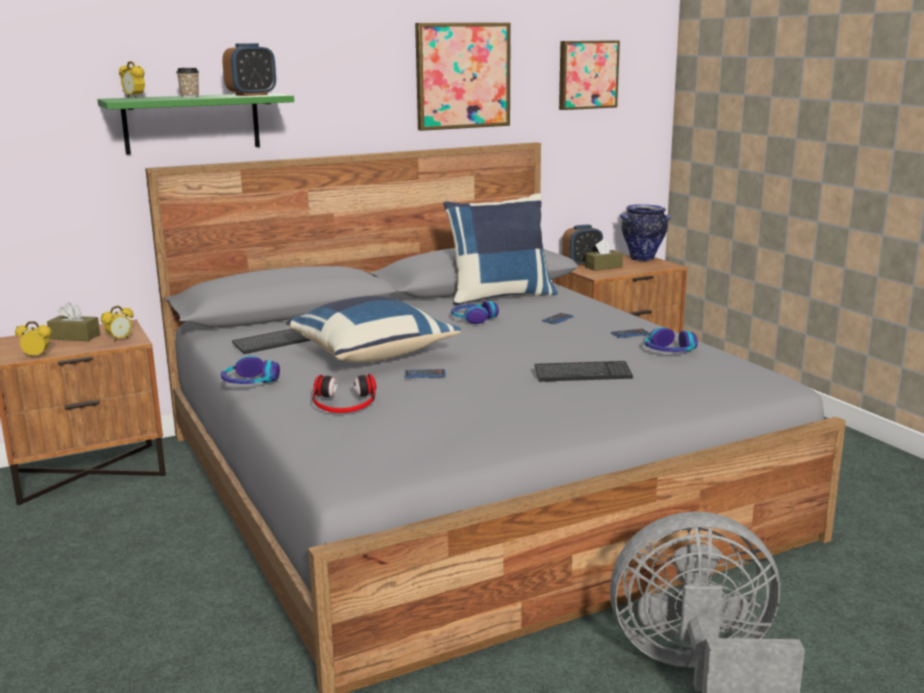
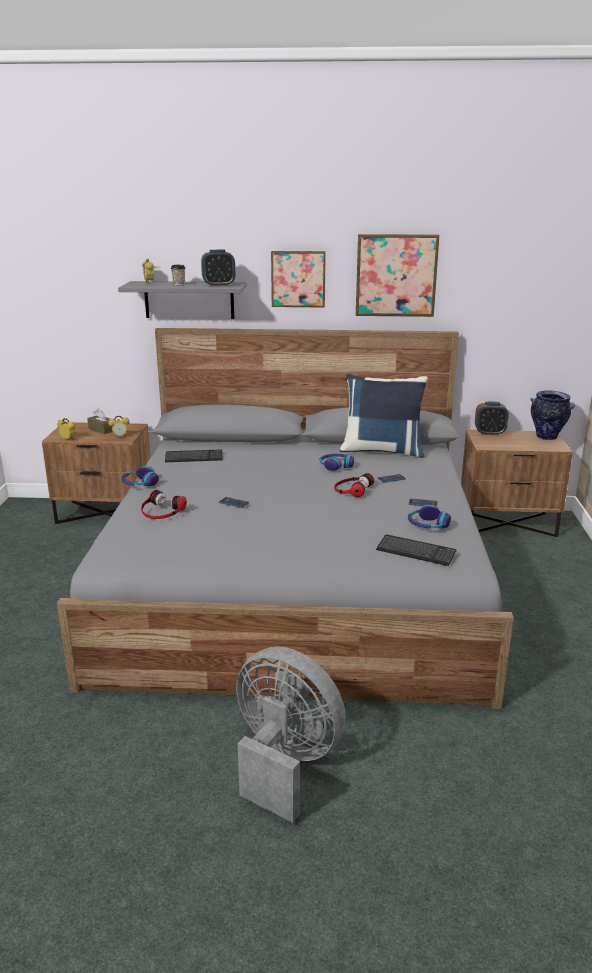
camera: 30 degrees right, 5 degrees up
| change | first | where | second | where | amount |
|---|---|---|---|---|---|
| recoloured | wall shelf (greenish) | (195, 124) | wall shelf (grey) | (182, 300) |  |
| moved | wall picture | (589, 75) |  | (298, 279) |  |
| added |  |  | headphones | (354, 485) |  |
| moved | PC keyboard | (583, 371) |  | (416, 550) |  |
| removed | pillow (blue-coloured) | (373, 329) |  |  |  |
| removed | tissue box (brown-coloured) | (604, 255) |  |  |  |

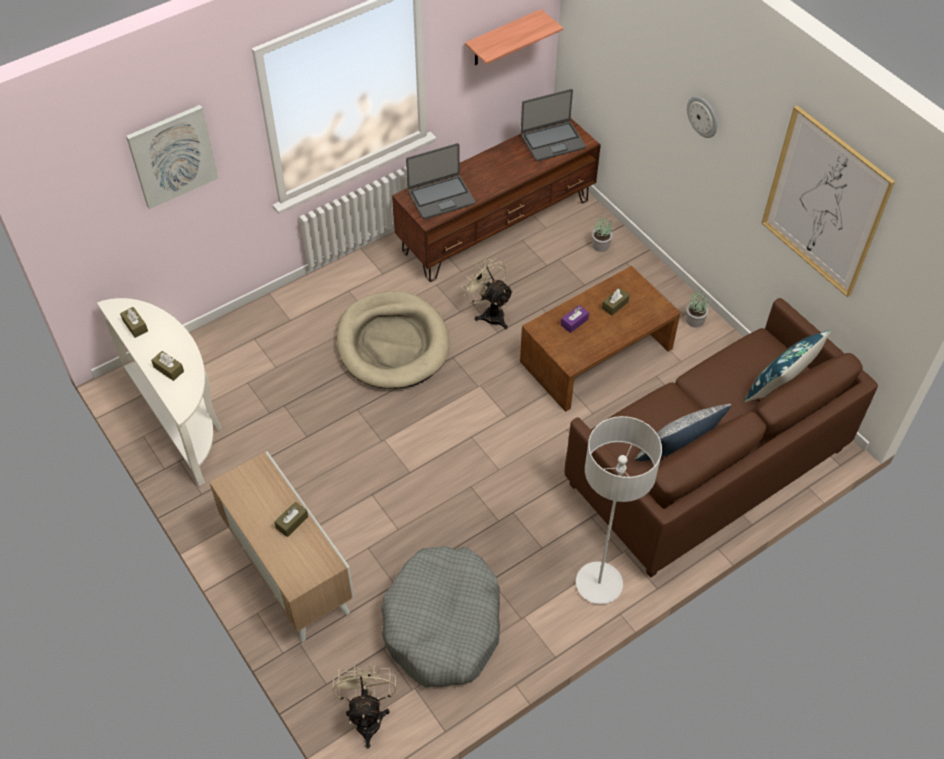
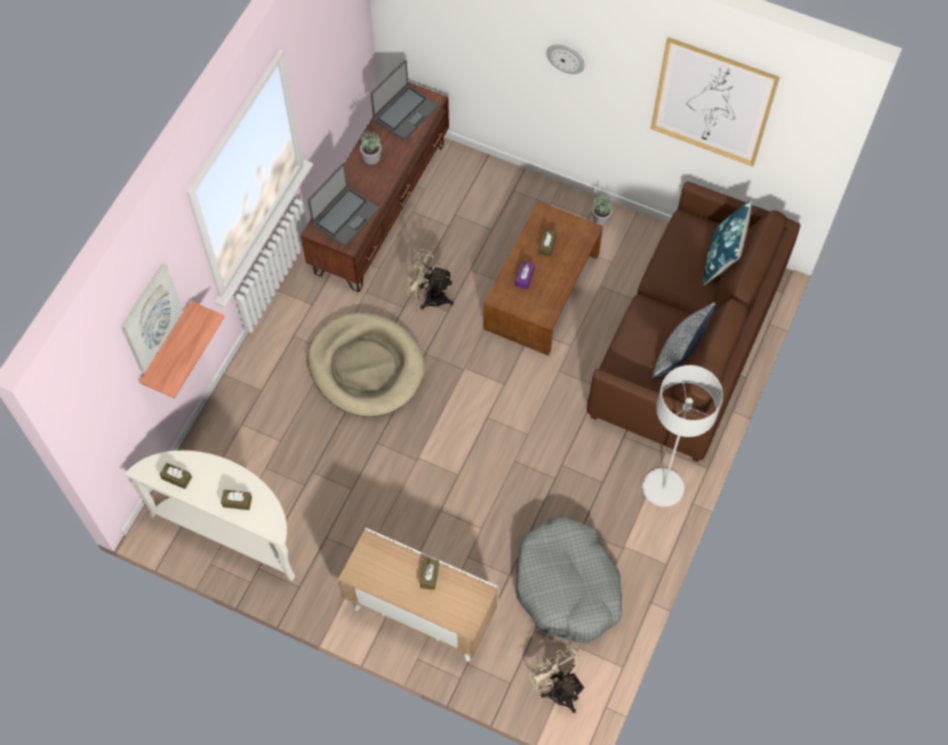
camera: 30 degrees left, 10 degrees up
| change | first | where | second | where | amount |
|---|---|---|---|---|---|
| moved | wall shelf | (514, 37) |  | (182, 349) |  |
| moved | houseplant | (602, 234) |  | (371, 147) |  |

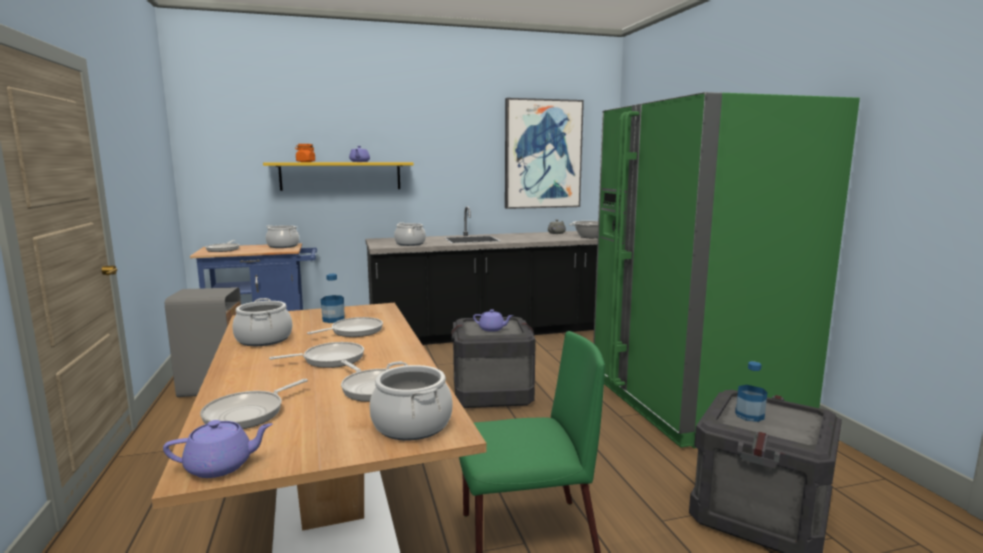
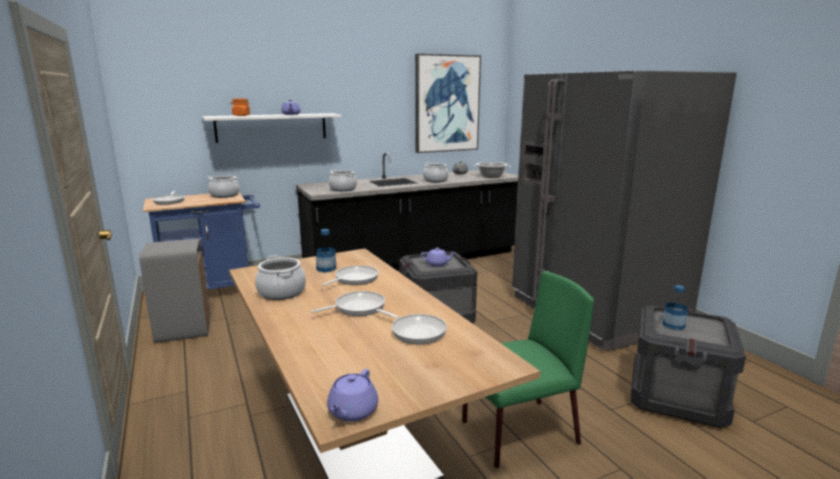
camera: 10 degrees left, 5 degrees up
| change | first | where | second | where | amount |
|---|---|---|---|---|---|
| recoloured | wall shelf (yellow) | (338, 176) | wall shelf (white) | (271, 128) |  |
| turned | teapot (purplish) | (217, 449) |  | (352, 395) | 135 degrees clockwise |
| moved | saucepot | (411, 400) |  | (436, 172) |  |
| recoloured | kitchen fridge (greenish) | (726, 270) | kitchen fridge (grey) | (624, 211) |  |
| removed | skillet | (254, 404) |  |  |  |

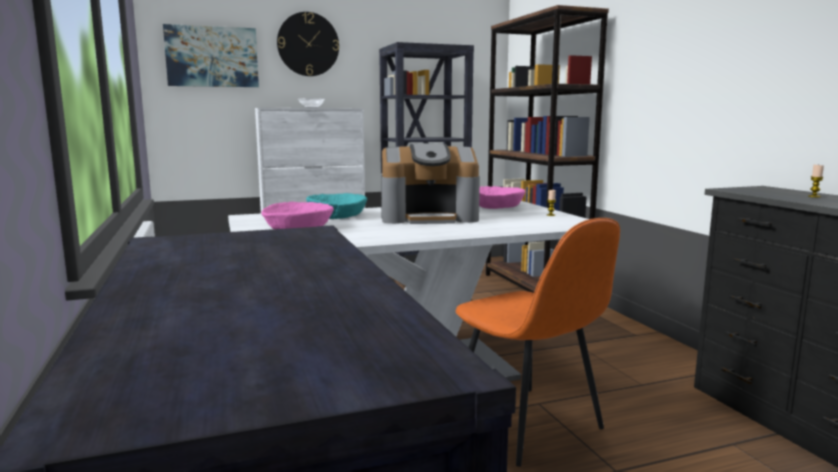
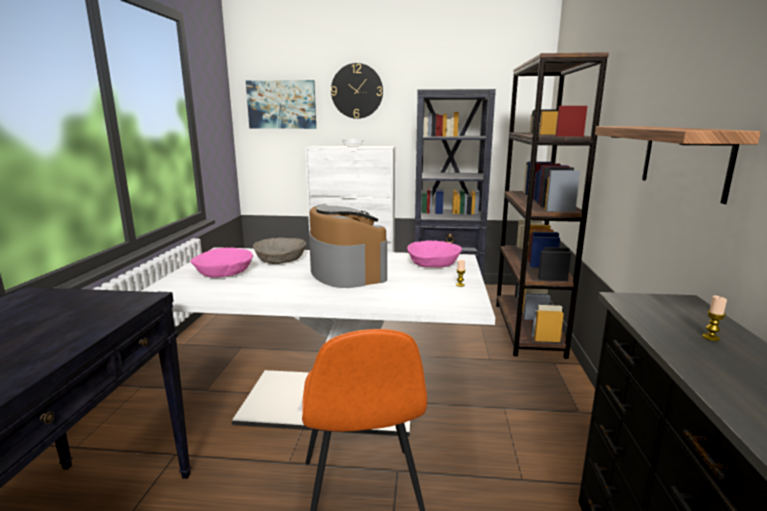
camera: 25 degrees right, 5 degrees up
| change | first | where | second | where | amount |
|---|---|---|---|---|---|
| recoloured | bowl (blue-green) | (336, 206) | bowl (sand-coloured) | (279, 251) |  |
| turned | coffee machine | (430, 183) |  | (348, 246) | 135 degrees counterclockwise |
| added |  |  | wall shelf | (678, 165) |  |

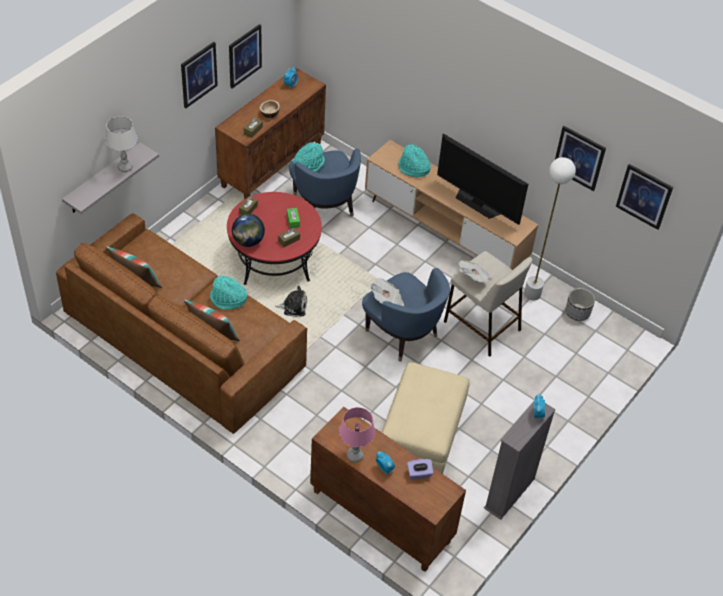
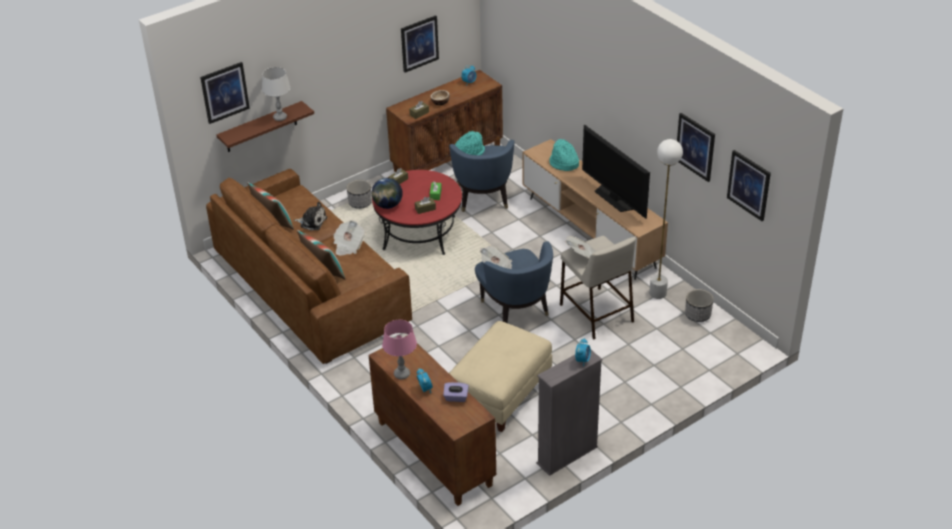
camera: 20 degrees right, 10 degrees down
| change | first | where | second | where | amount |
|---|---|---|---|---|---|
| moved | wall picture | (199, 75) |  | (225, 93) |  |
| recoloured | wall shelf (grey) | (110, 178) | wall shelf (brown-coloured) | (265, 126) |  |
| moved | plush toy | (291, 301) |  | (310, 216) |  |
| replaced | hat (blue-green) | (228, 293) | daily paper | (349, 237) |  |
| added |  |  | planter | (359, 194) |  |

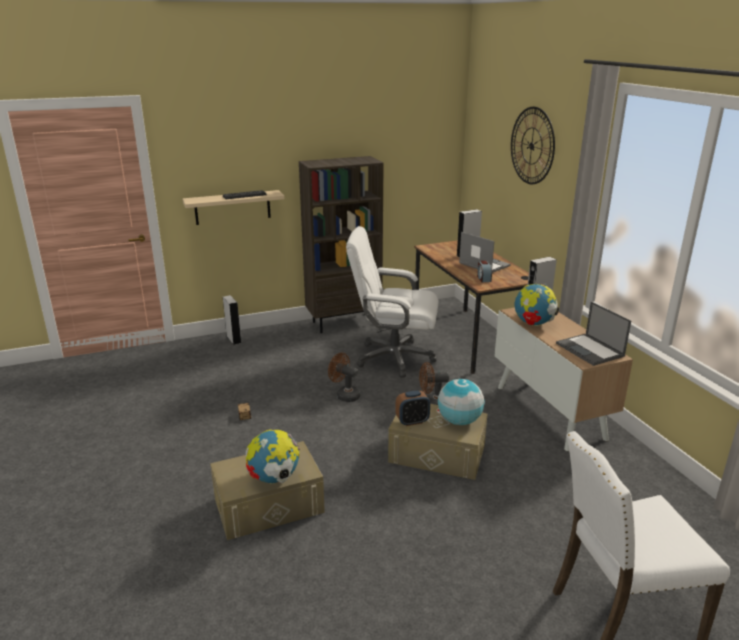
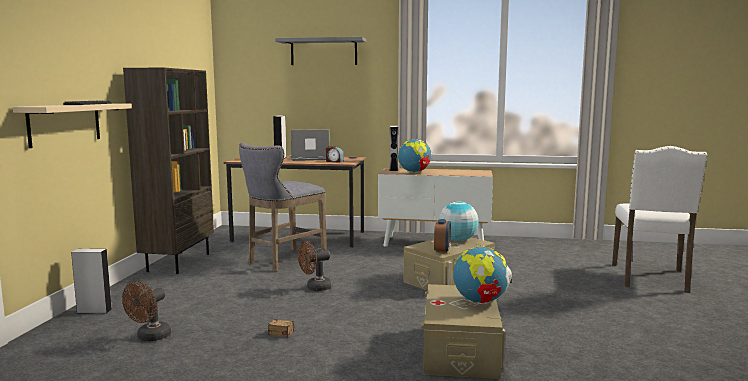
camera: 60 degrees left, 15 degrees down
| change | first | where | second | where | amount |
|---|---|---|---|---|---|
| moved | cooling fan (brown-coloured) | (434, 383) |  | (146, 311) |  |
| replaced | office chair (white) | (392, 302) | sitting stool (grey) | (283, 207) |  |
| replaced | hanging clock | (533, 145) | wall shelf (grey) | (320, 51) |  |
| removed | portable computer | (593, 333) |  |  |  |

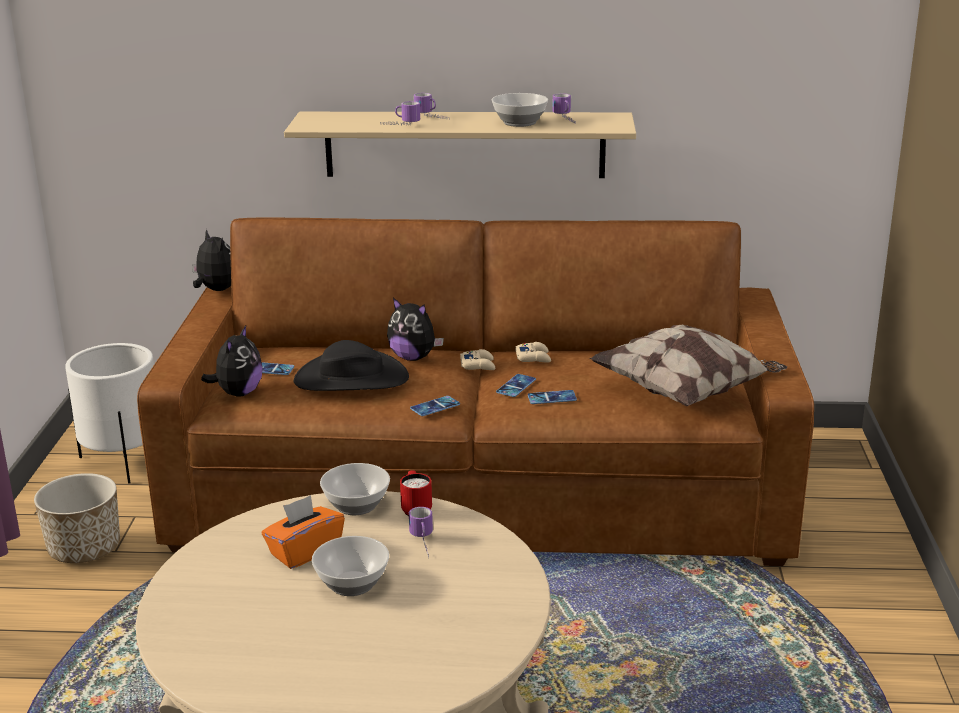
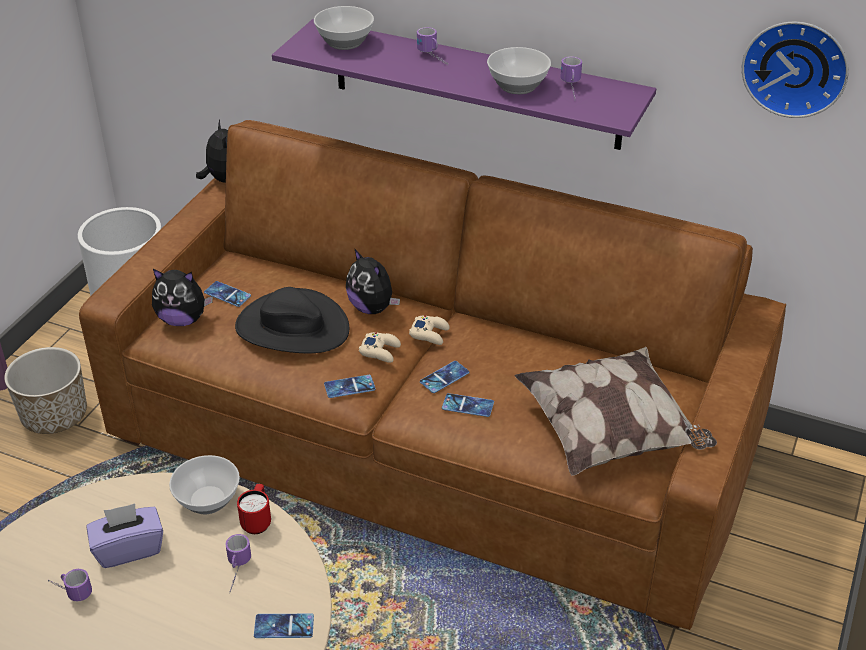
camera: 20 degrees right, 15 degrees up
| change | first | where | second | where | amount |
|---|---|---|---|---|---|
| moved | tea mug | (400, 113) |  | (70, 585) |  |
| recoloured | tissue box (orangey) | (303, 532) | tissue box (purplish) | (124, 535) |  |
| turned | plush toy | (232, 361) |  | (182, 297) | 60 degrees clockwise |
| added |  |  | phone | (284, 626) |  |
| recoloured | wall shelf (sand-coloured) | (460, 145) | wall shelf (purplish) | (464, 84) |  |
| moved | bowl | (350, 566) |  | (344, 28) |  |
| moved | joypad (sand-coloured) | (533, 352) |  | (380, 347) |  |
| added |  |  | hanging clock | (795, 69) |  |

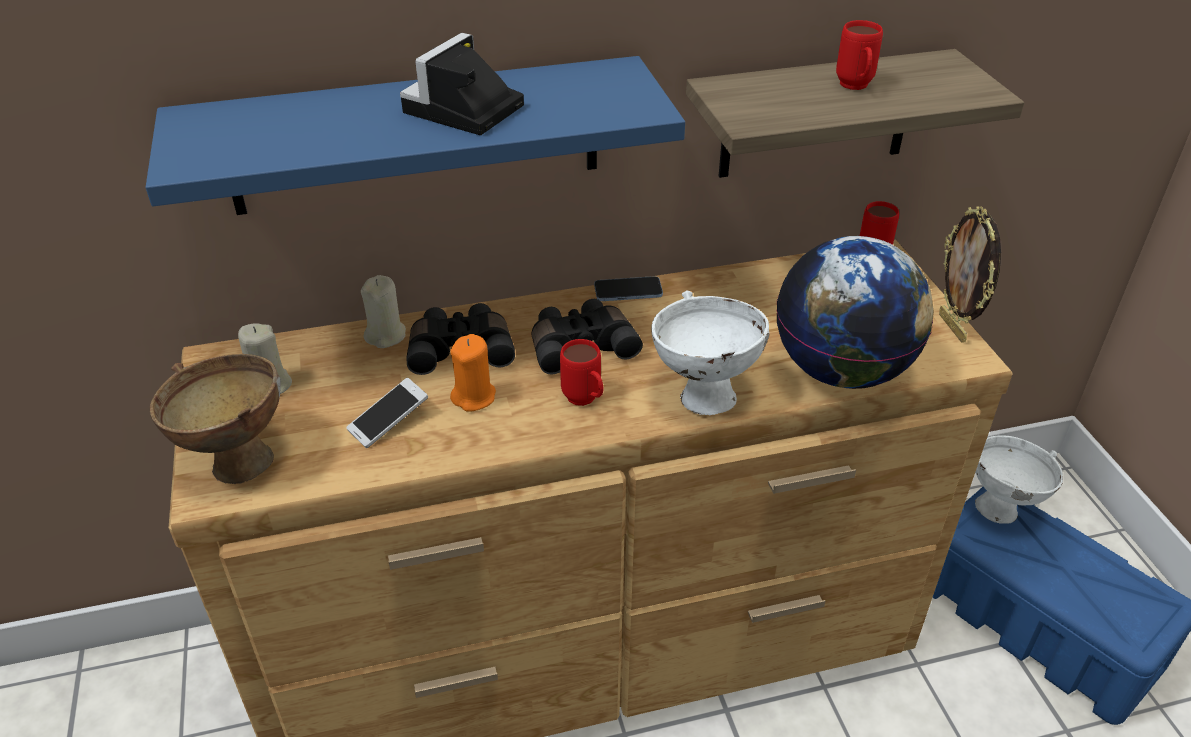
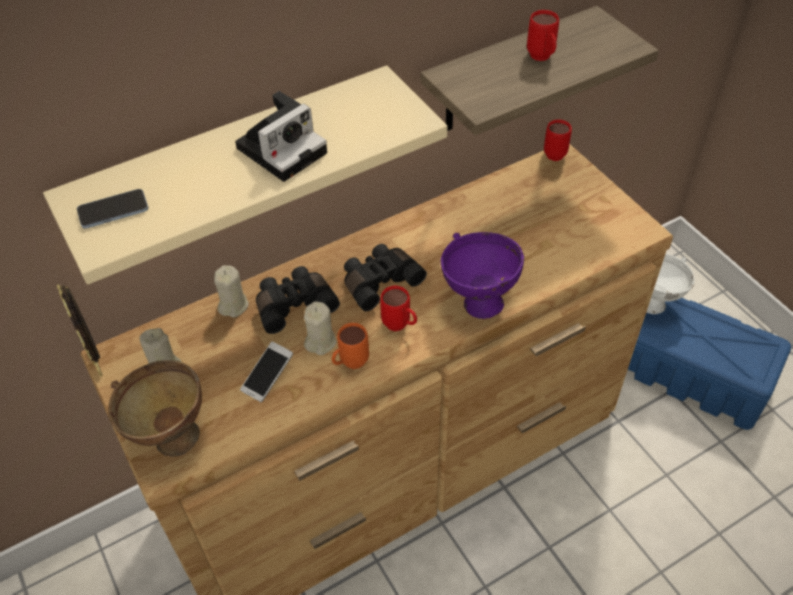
camera: 15 degrees left, 10 degrees up
| change | first | where | second | where | amount |
|---|---|---|---|---|---|
| recoloured | wall shelf (blue-coloured) | (415, 135) | wall shelf (sand-coloured) | (245, 175) |  |
| moved | standing frame | (970, 274) |  | (80, 330) |  |
| moved | phone | (628, 288) |  | (112, 209) |  |
| turned | photo camera | (462, 84) |  | (281, 136) | 150 degrees counterclockwise |
| recoloured | candle (orangey) | (473, 373) | candle (sand-coloured) | (320, 328) |  |
| added |  |  | tea mug (orangey) | (350, 346) |  |
| recoloured | bowl (white) | (710, 352) | bowl (purplish) | (482, 275) |  |
| removed | desk globe | (855, 312) |  |  |  |

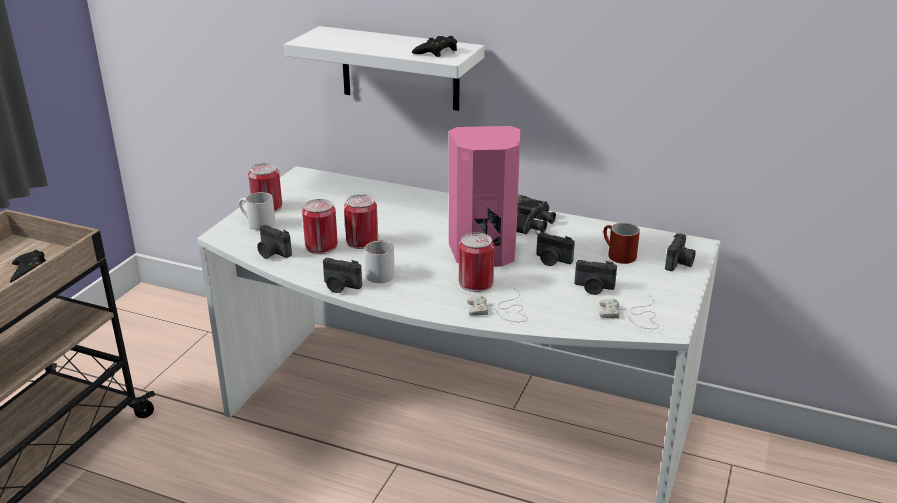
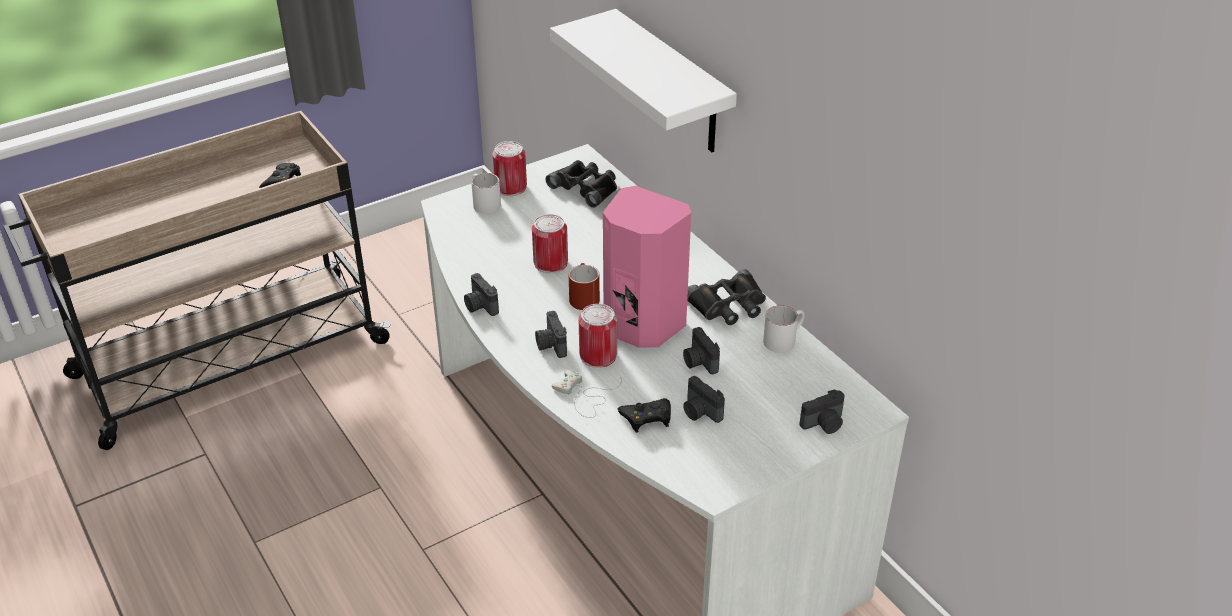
camera: 35 degrees right, 10 degrees up
| change | first | where | second | where | amount |
|---|---|---|---|---|---|
| moved | photo camera | (274, 241) |  | (551, 334) |  |
| added |  |  | field glasses (black-coloured) | (581, 184) |  |
| moved | tea mug (reddish) | (622, 243) |  | (584, 286) |  |
| moved | joypad (black-coloured) | (434, 46) |  | (644, 415) |  |
| moved | tea mug (white) | (379, 262) |  | (784, 329) |  |
| removed | can | (320, 226) |  |  |  |
| removed | joypad (white) | (629, 312) |  |  |  |

